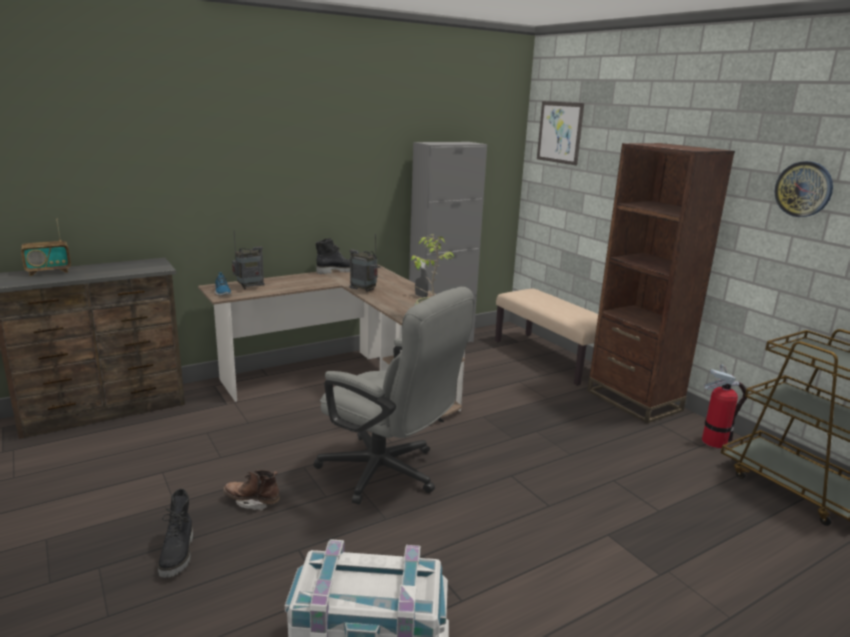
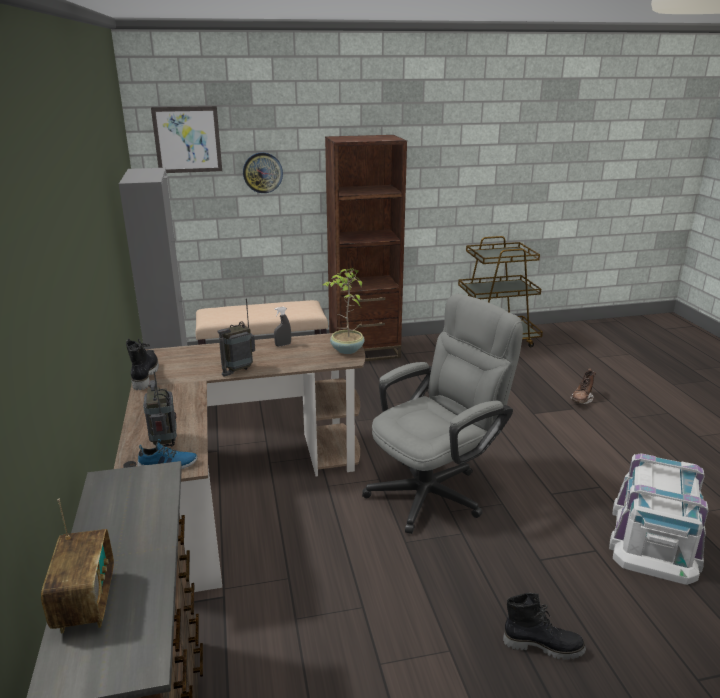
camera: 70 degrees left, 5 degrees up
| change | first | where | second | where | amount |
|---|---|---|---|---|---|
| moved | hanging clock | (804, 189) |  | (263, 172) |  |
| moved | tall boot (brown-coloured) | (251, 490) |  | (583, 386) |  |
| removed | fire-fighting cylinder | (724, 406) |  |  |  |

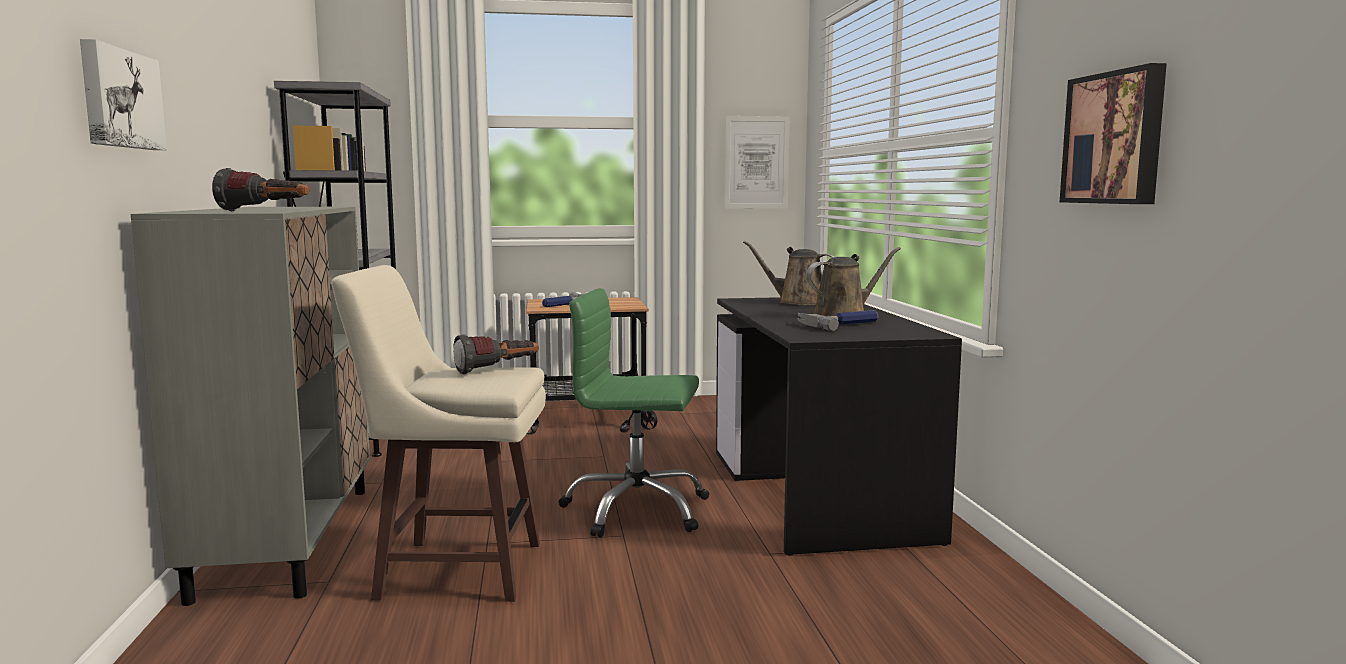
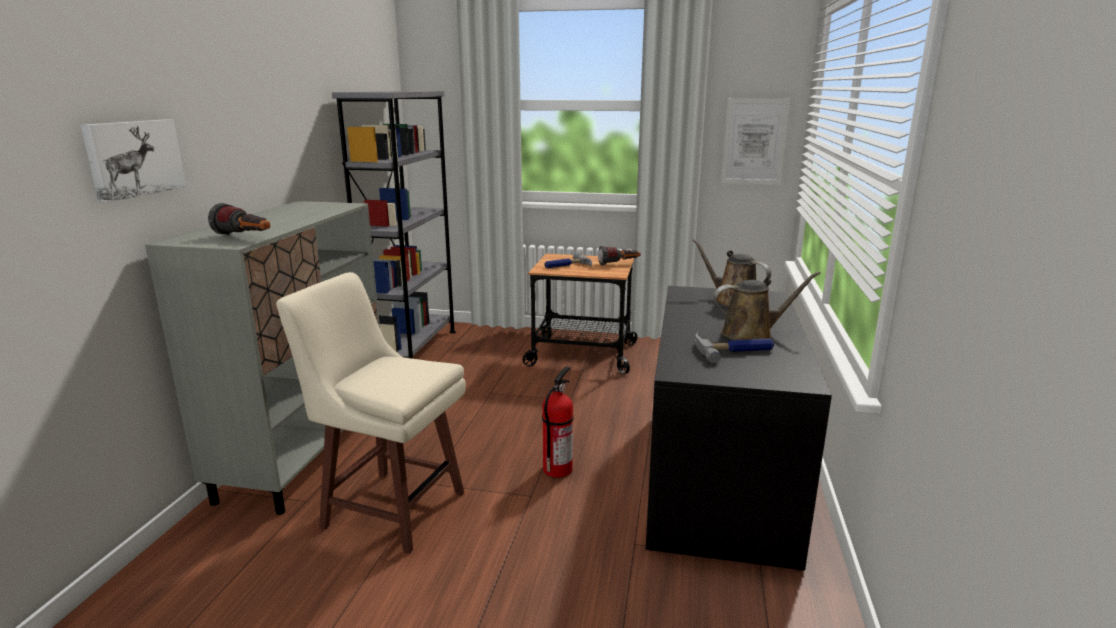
camera: 20 degrees right, 10 degrees up
| change | first | where | second | where | amount |
|---|---|---|---|---|---|
| replaced | office chair (greenish) | (634, 413) | fire-fighting cylinder | (557, 422) |  |
| moved | flashlight | (496, 354) |  | (619, 255) |  |
| removed | wall picture | (1113, 133) |  |  |  |

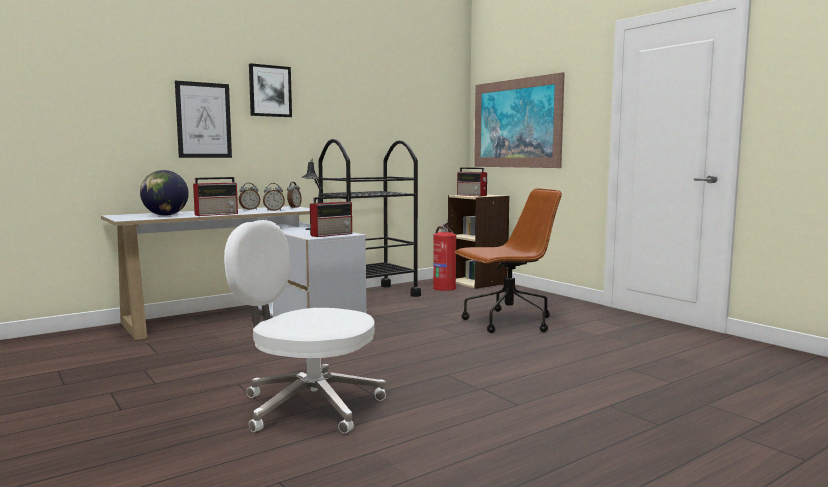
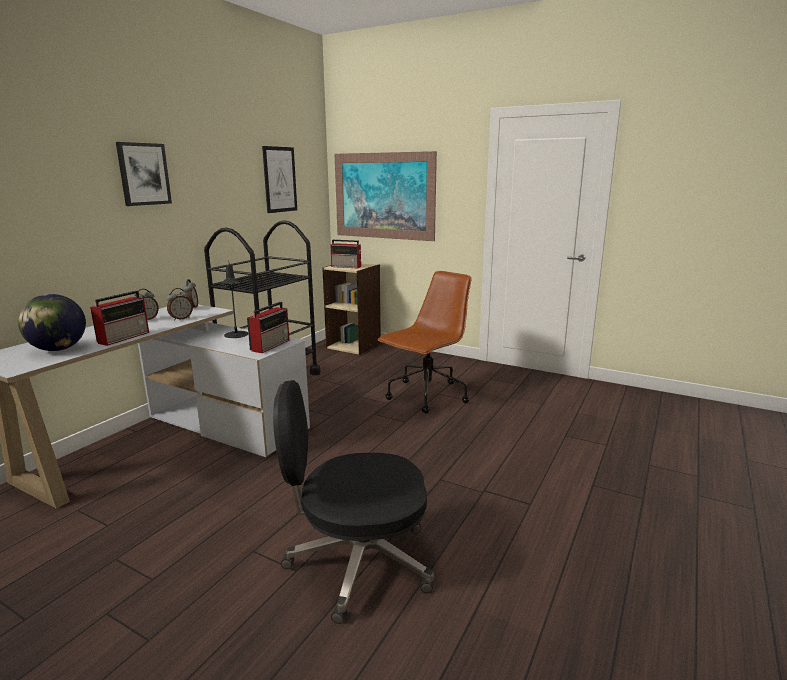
camera: 25 degrees left, 10 degrees up
| change | first | where | second | where | amount |
|---|---|---|---|---|---|
| moved | wall picture | (203, 119) |  | (279, 179) |  |
| recoloured | office chair (white) | (305, 327) | office chair (black-coloured) | (353, 502) |  |
| removed | fire-fighting cylinder | (444, 256) |  |  |  |

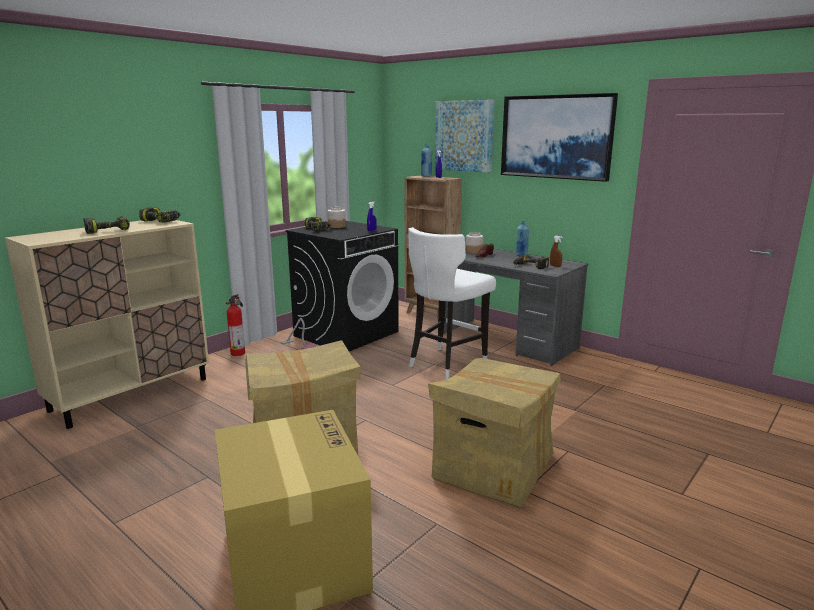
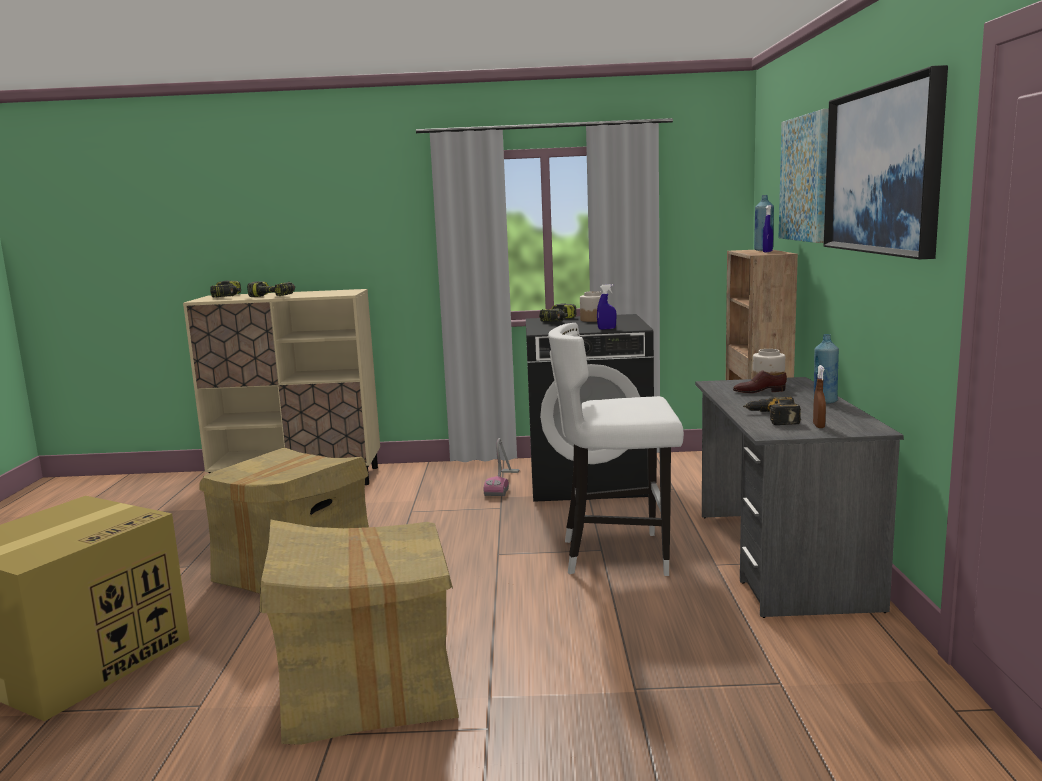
camera: 50 degrees right, 5 degrees down
| change | first | where | second | where | amount |
|---|---|---|---|---|---|
| moved | drill | (159, 215) |  | (225, 289) |  |
| removed | fire-fighting cylinder | (235, 325) |  |  |  |

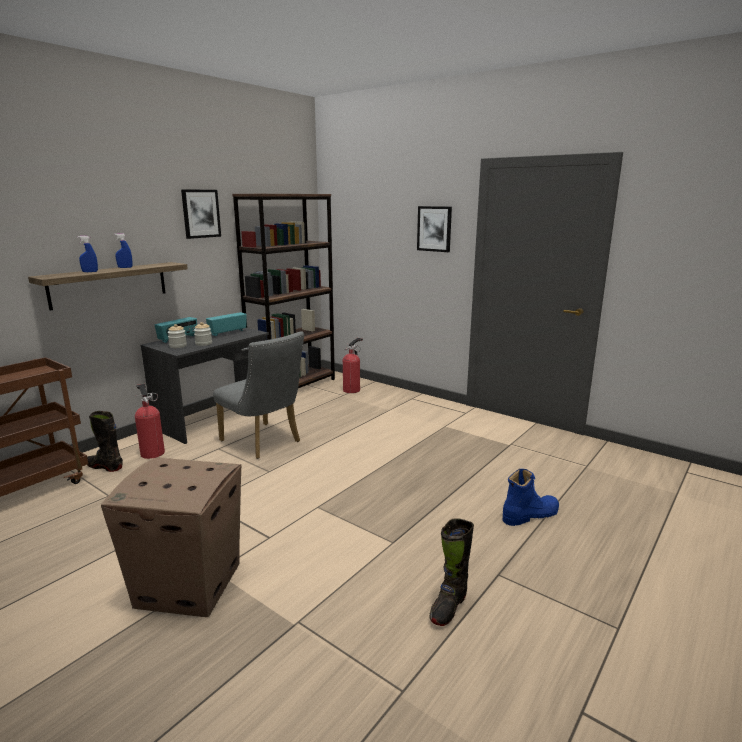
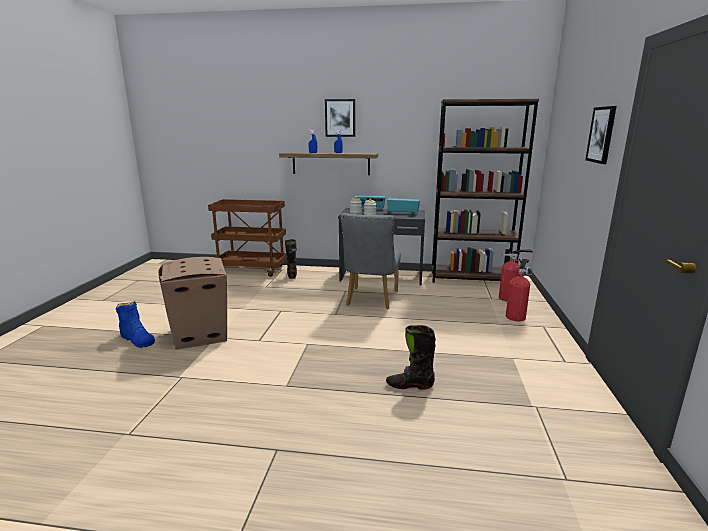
camera: 60 degrees right, 0 degrees up
| change | first | where | second | where | amount |
|---|---|---|---|---|---|
| moved | tall boot (blue-coloured) | (531, 497) |  | (135, 324) |  |
| moved | wall picture | (201, 214) |  | (340, 118) |  |
| moved | tall boot (black-coloured) | (451, 572) |  | (411, 357) |  |
| moved | fire-fighting cylinder | (150, 421) |  | (519, 290) |  |

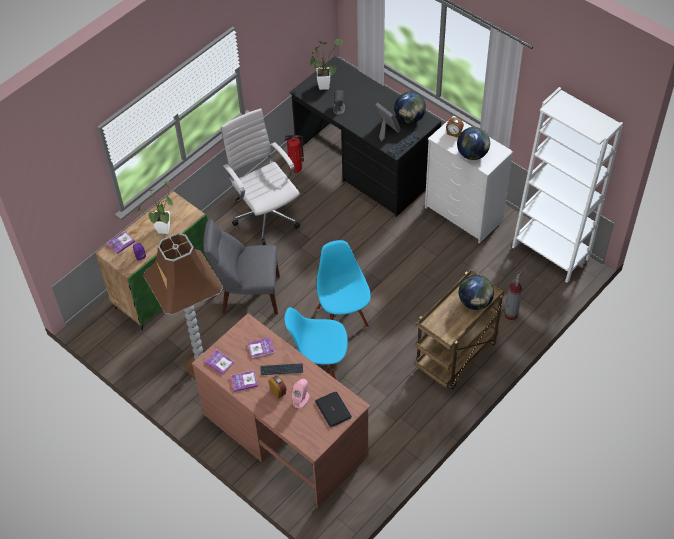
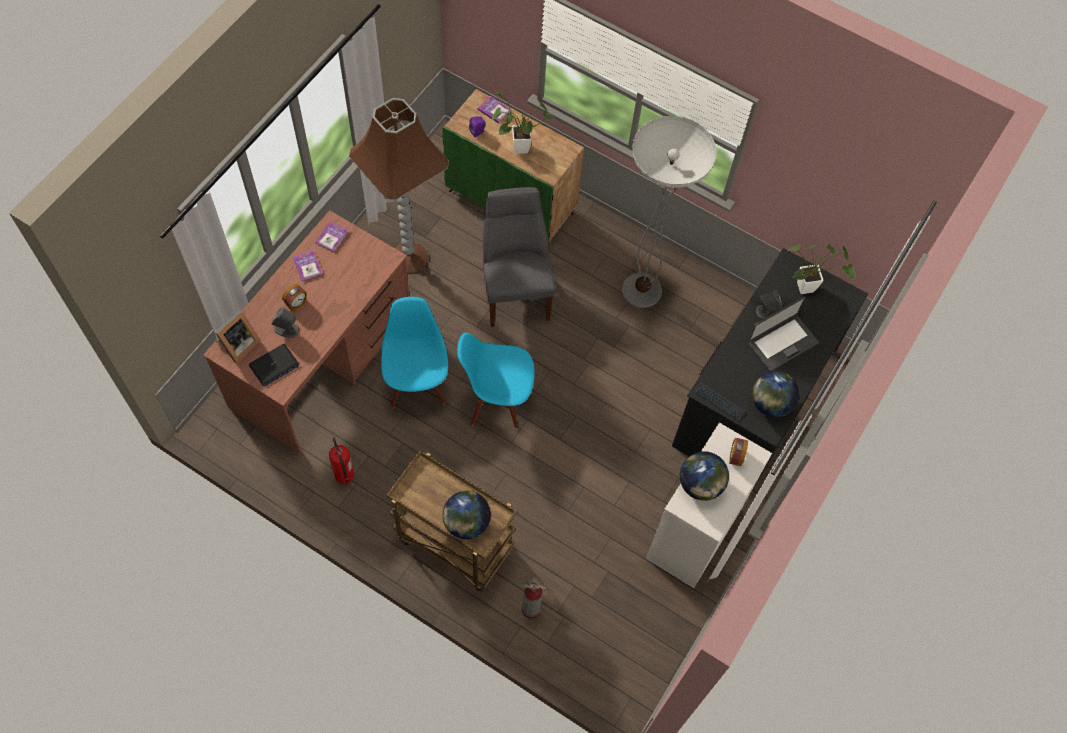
camera: 75 degrees right, 10 degrees up
| change | first | where | second | where | amount |
|---|---|---|---|---|---|
| moved | standing frame | (387, 121) |  | (237, 337) |  |
| recoloured | audio speaker (pink) | (301, 394) | audio speaker (grey) | (285, 322) |  |
| moved | fire-fighting cylinder | (294, 154) |  | (341, 460) |  |
| turned | plain chair (blue-coloured) | (344, 284) |  | (496, 381) | 150 degrees counterclockwise |
| replaced | office chair (white) | (260, 176) | standing lamp | (669, 212) |  |
| added |  |  | portable computer | (783, 333) |  |
| removed | volume | (261, 348) |  |  |  |
| removed | PC keyboard | (281, 369) |  |  |  |
| removed | shelving unit (white) | (567, 185) |  |  |  |

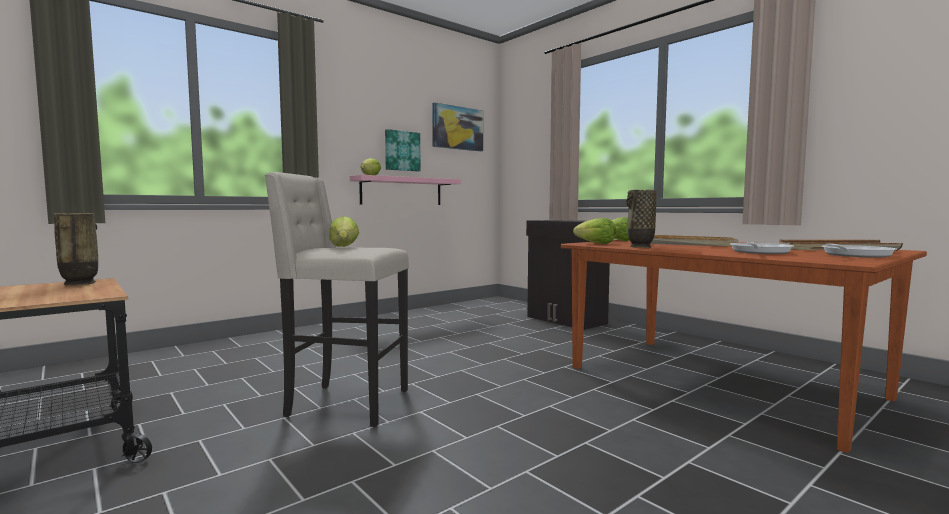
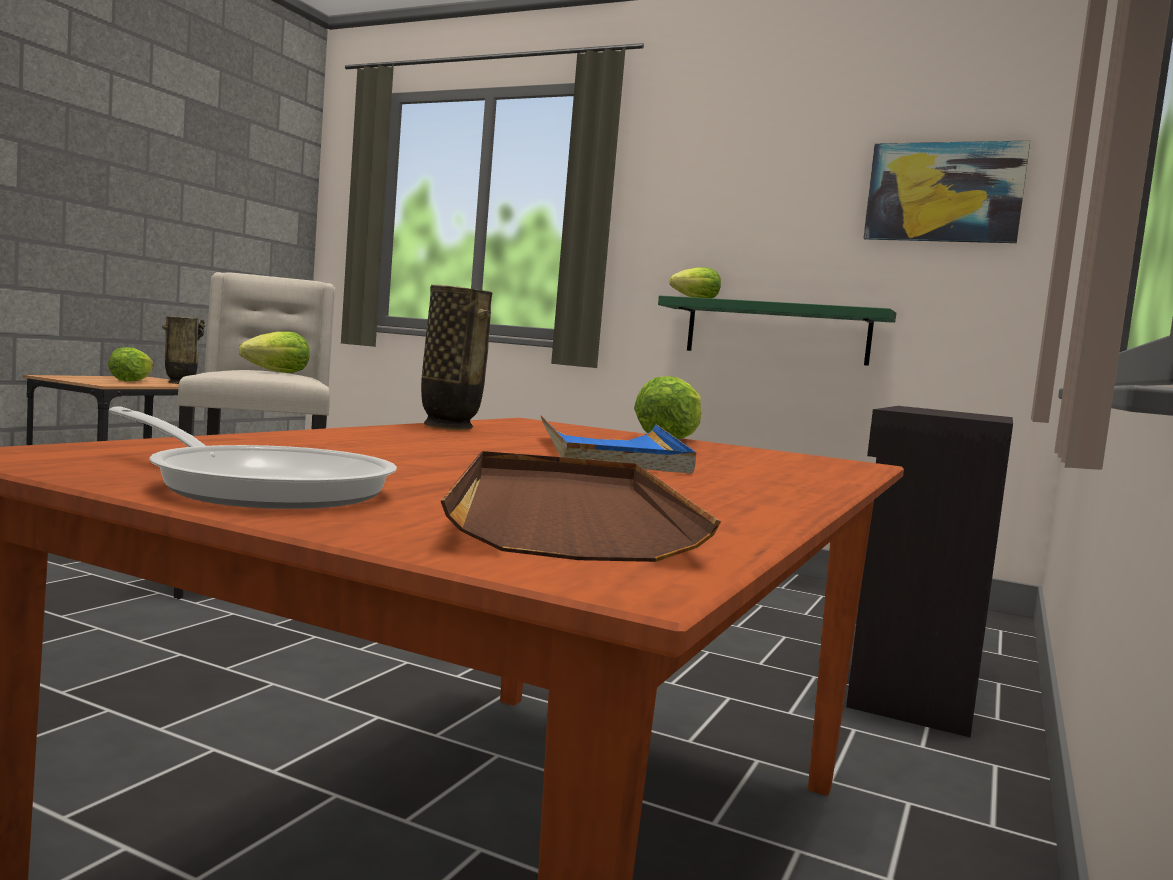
camera: 65 degrees right, 0 degrees up
| change | first | where | second | where | amount |
|---|---|---|---|---|---|
| moved | lettuce | (594, 231) |  | (130, 364) |  |
| recoloured | tray (sand-coloured) | (694, 241) | tray (blue-coloured) | (618, 444) |  |
| recoloured | wall shelf (pink) | (405, 190) | wall shelf (greenish) | (777, 330) |  |
| removed | wall picture | (403, 150) |  |  |  |
| removed | skillet | (762, 248) |  |  |  |

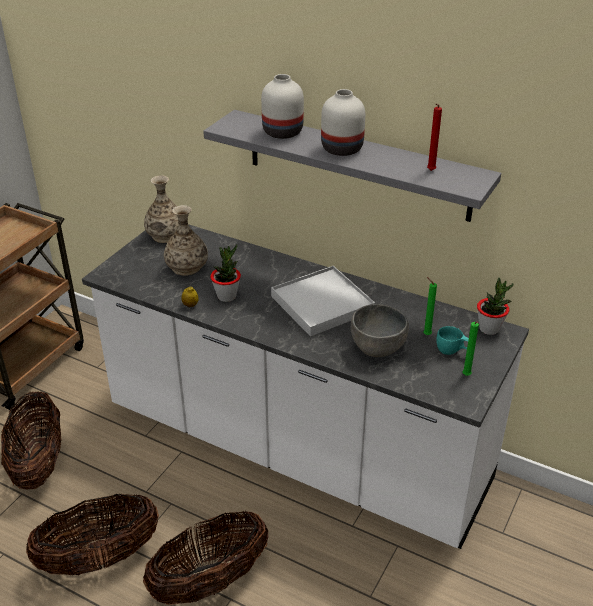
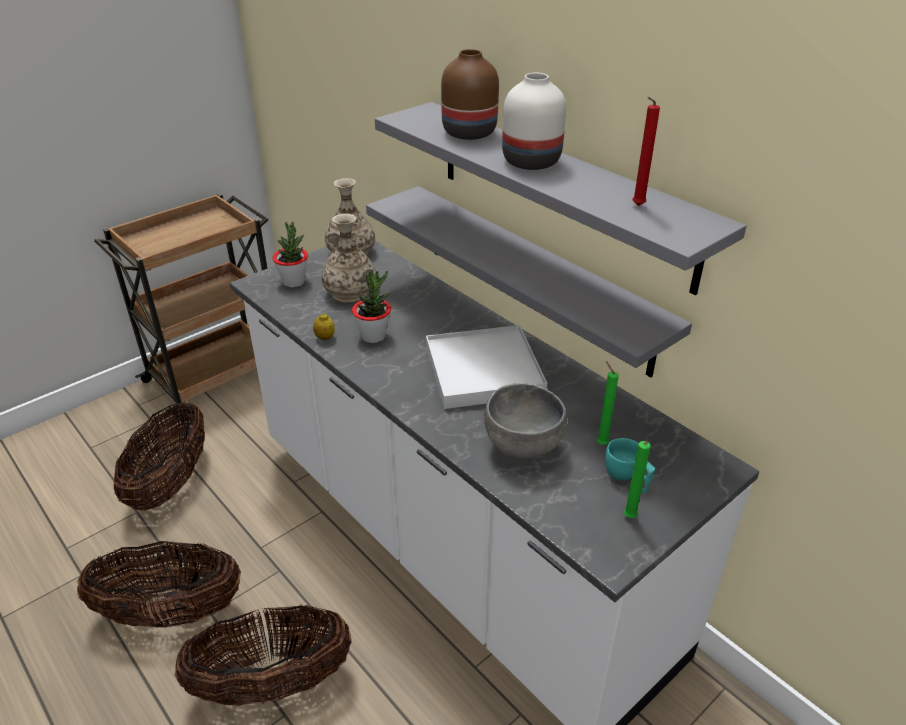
camera: 20 degrees right, 0 degrees up
| change | first | where | second | where | amount |
|---|---|---|---|---|---|
| moved | houseplant | (495, 306) |  | (290, 254) |  |
| added |  |  | wall shelf (grey) | (529, 281) |  |
| recoloured | decorative vase (white) | (282, 106) | decorative vase (brown-coloured) | (470, 94) |  |

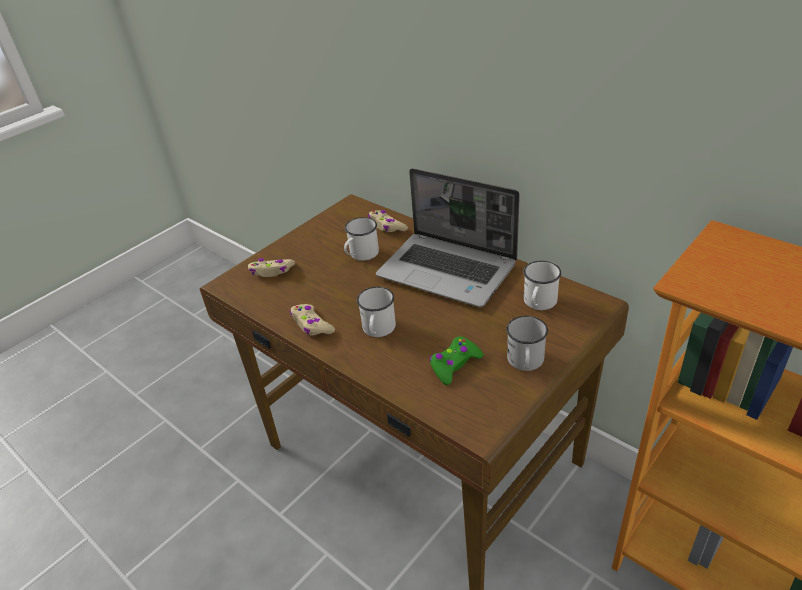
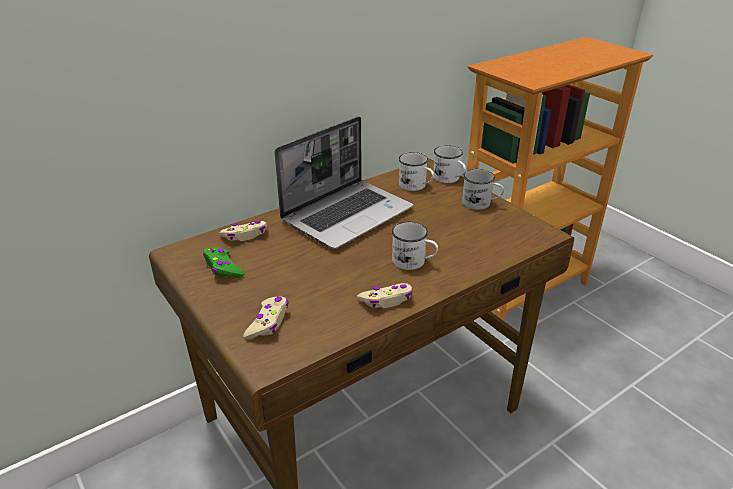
camera: 80 degrees left, 5 degrees down
| change | first | where | second | where | amount |
|---|---|---|---|---|---|
| moved | joypad (greenish) | (456, 360) |  | (223, 262) |  |
| moved | tea mug (white) | (361, 239) |  | (449, 164) |  |

